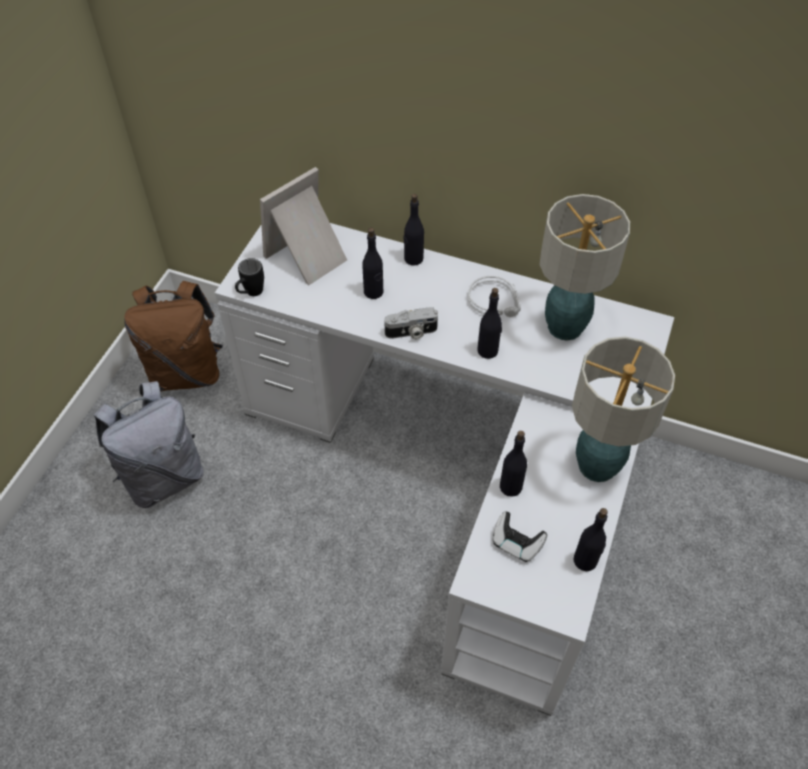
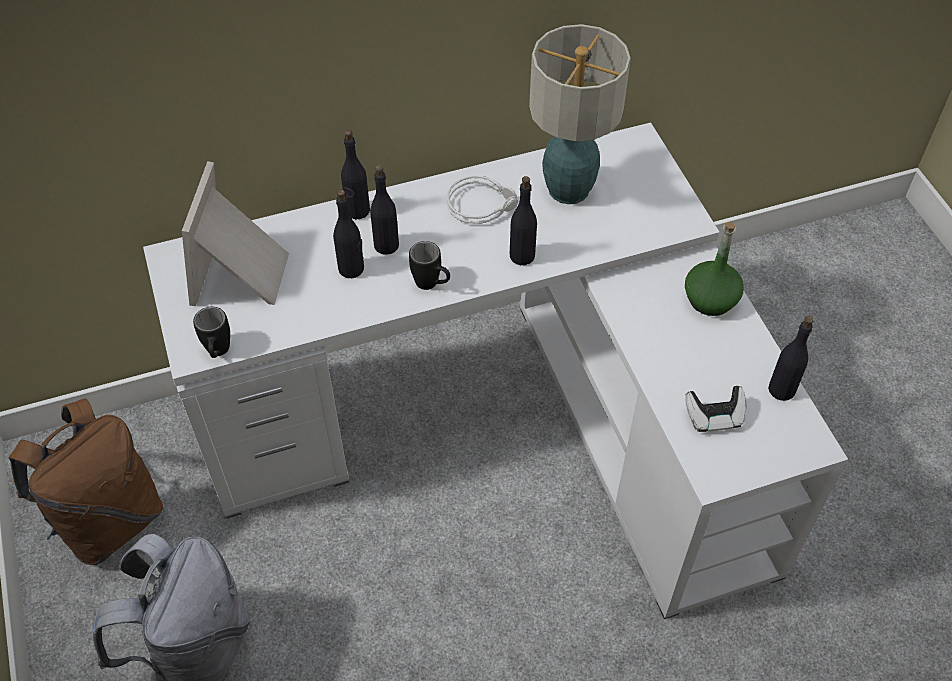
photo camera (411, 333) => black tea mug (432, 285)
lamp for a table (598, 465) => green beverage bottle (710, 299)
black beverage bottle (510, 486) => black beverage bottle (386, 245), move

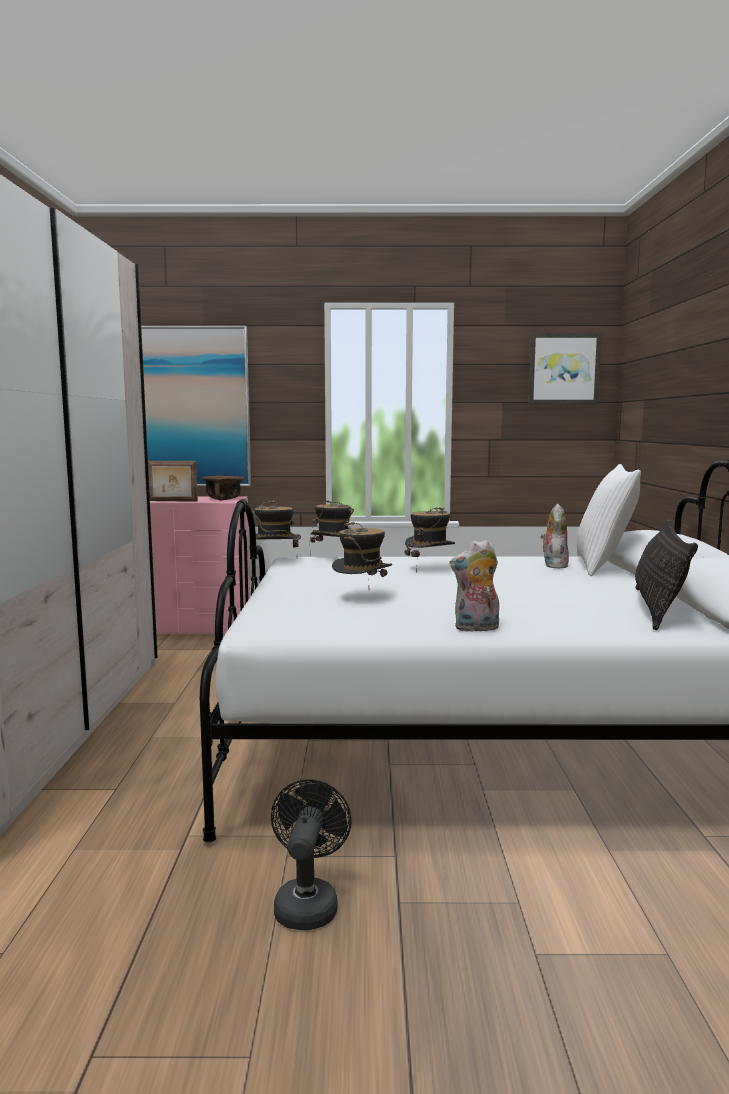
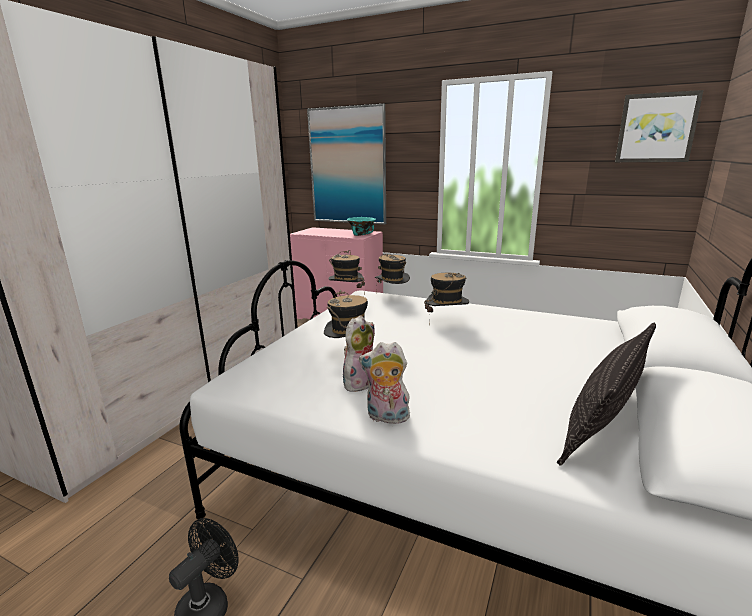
standing frame (172, 501) => nothing
whitish pillow (603, 566) => nothing
brown-coloured bowl (224, 499) => turquoise bowl (361, 234)
cuddly toy (553, 565) => cuddly toy (358, 382), move

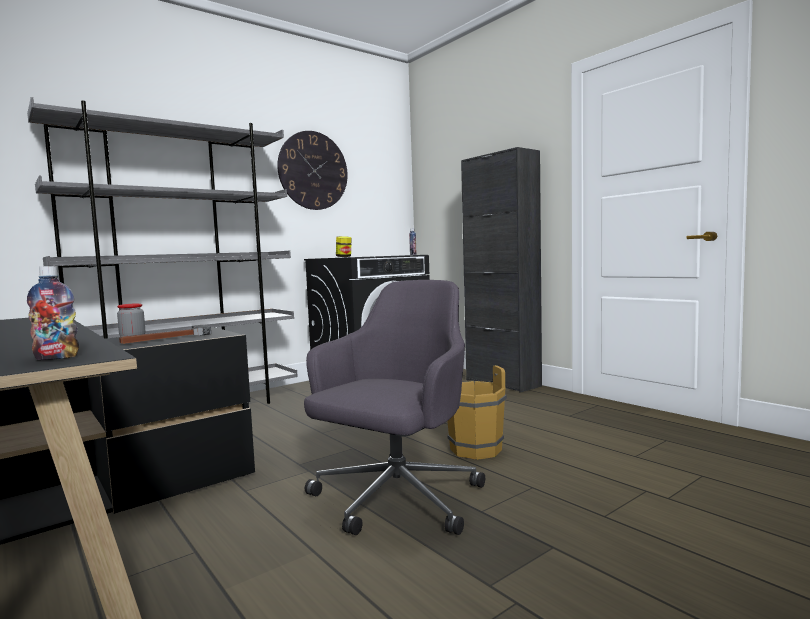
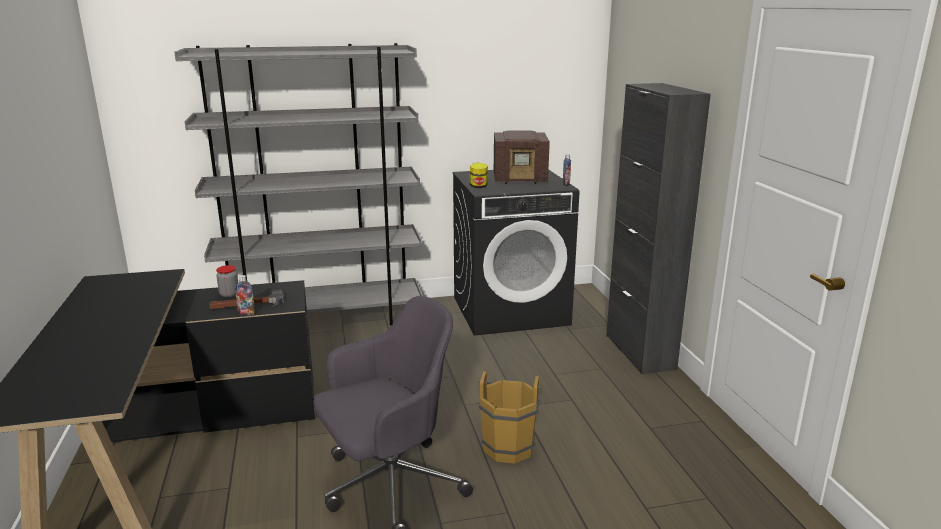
clock on the wall (313, 170) => nothing
beverage bottle (57, 358) => beverage bottle (246, 313), move
nothing => radio (521, 179)

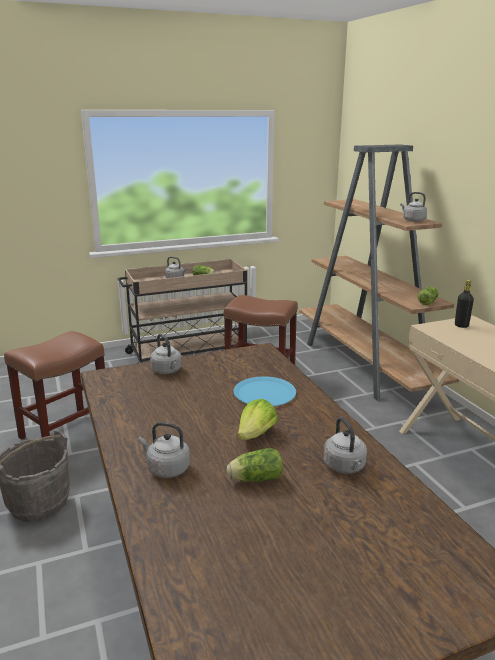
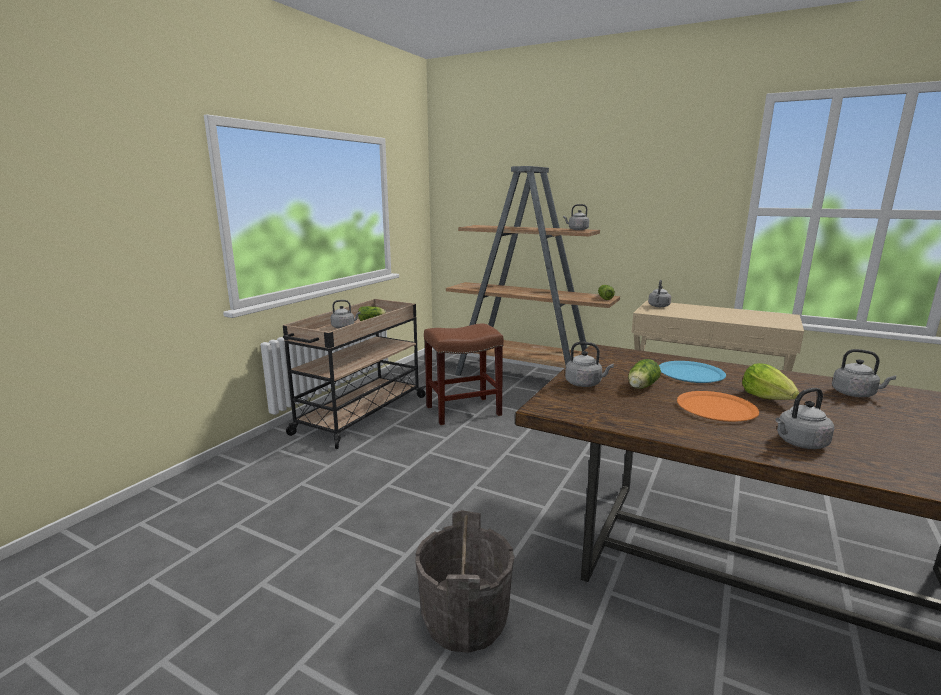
black beverage bottle (461, 325) => greyish kettle (658, 306)
brown-coloured stool (65, 433) => nothing
head of lettuce (254, 479) => head of lettuce (641, 387), move
nothing => orange plate (716, 408)

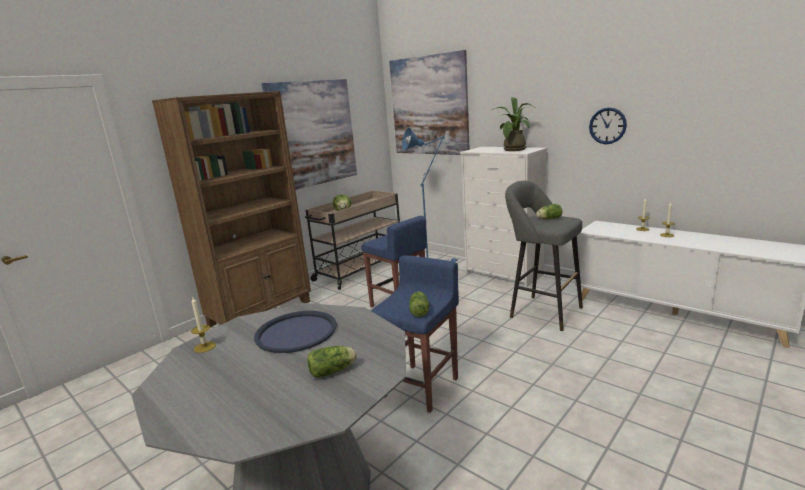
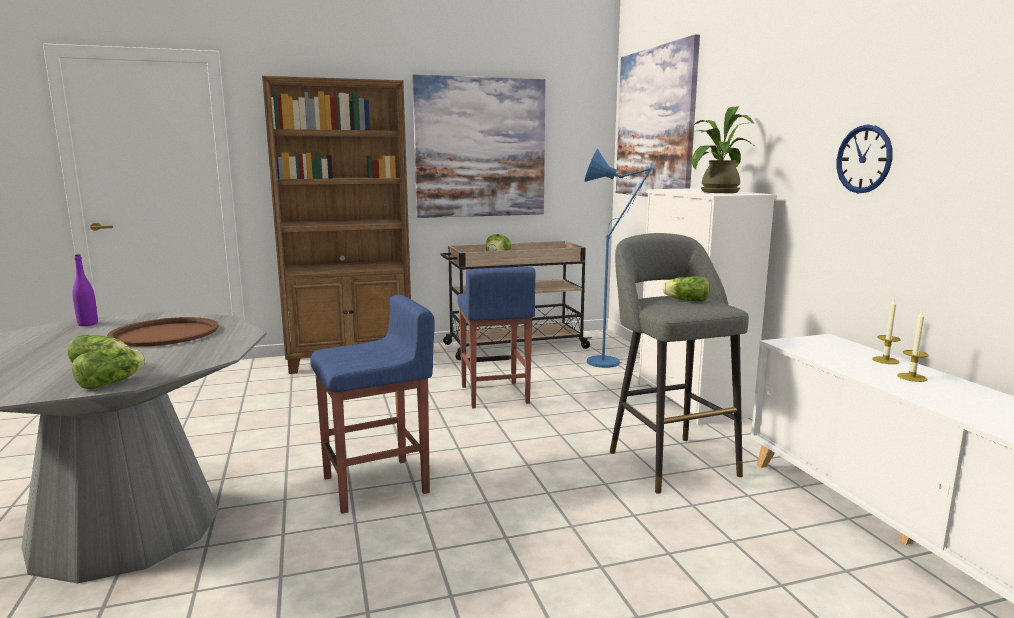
head of lettuce (419, 311) => head of lettuce (113, 382), move
wax candle (204, 347) => purple beverage bottle (88, 324)
bluish serving tray (296, 332) => brown-coloured serving tray (165, 333)

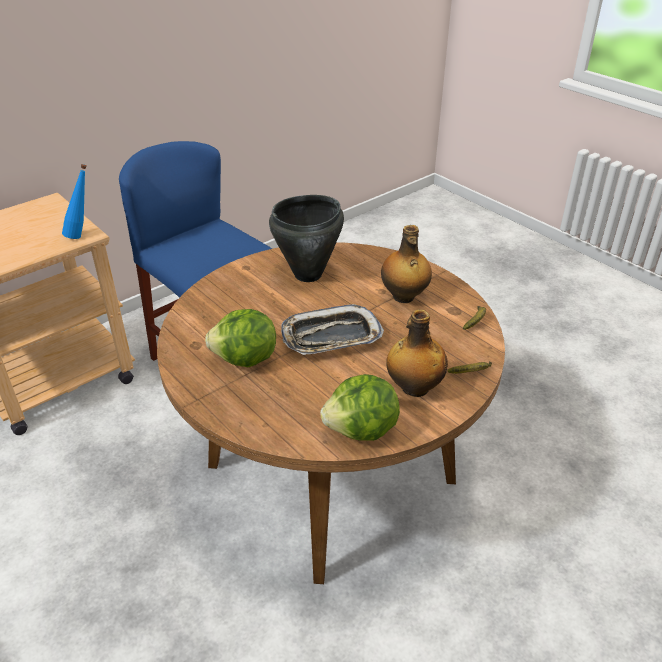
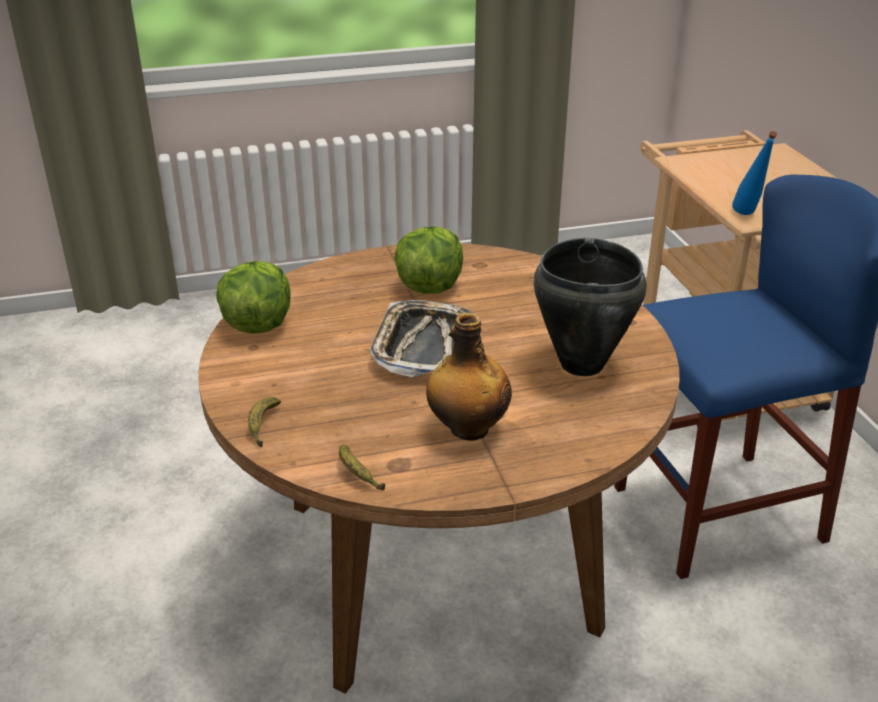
beverage bottle (414, 388) => nothing

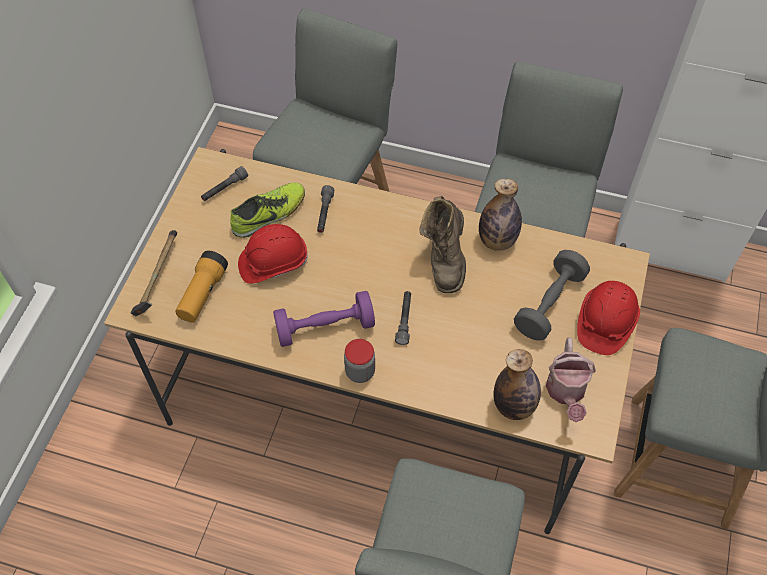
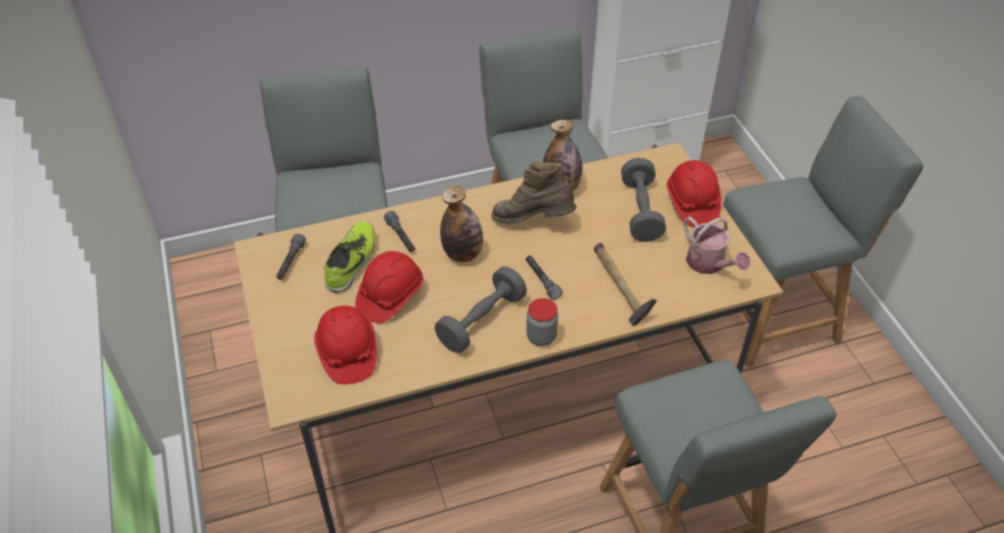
brown-coloured high-top boot (445, 259) => brown-coloured high-top boot (533, 221), 135 degrees clockwise
hand hammer (157, 280) => hand hammer (619, 291), move
flashlight (203, 294) => reddish safety helmet (347, 353)
purple free weight (325, 328) => greyish free weight (481, 321)
beverage bottle (514, 406) => beverage bottle (463, 254), move

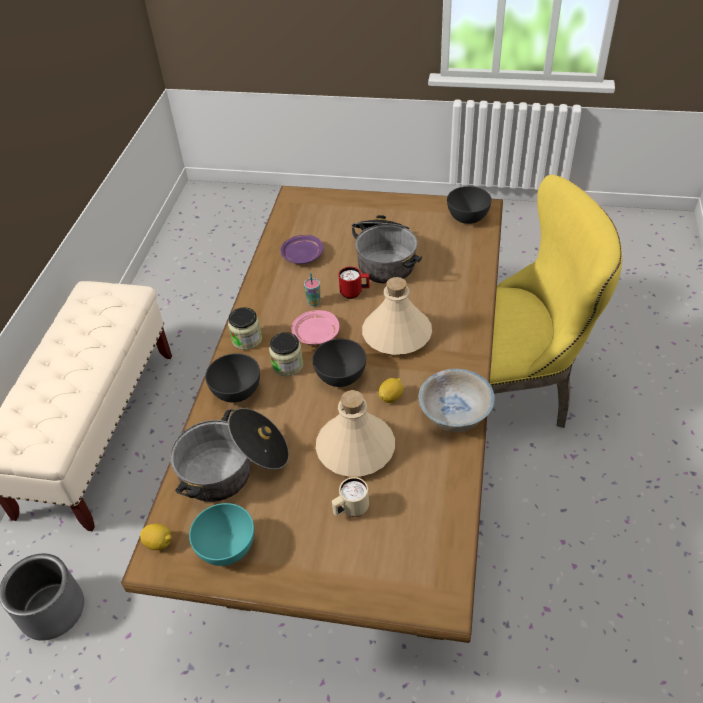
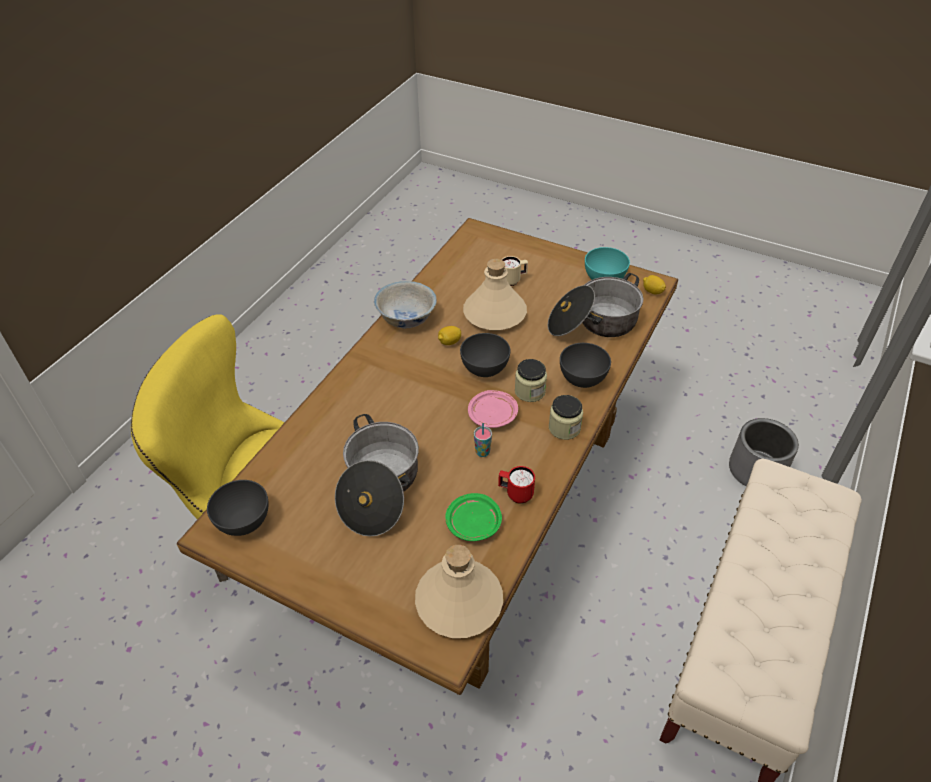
purple plate (302, 255) => green plate (473, 524)
reddish tea mug (354, 293) => reddish tea mug (515, 494), move
beige-coloured beverage bottle (396, 334) => beige-coloured beverage bottle (459, 602), move

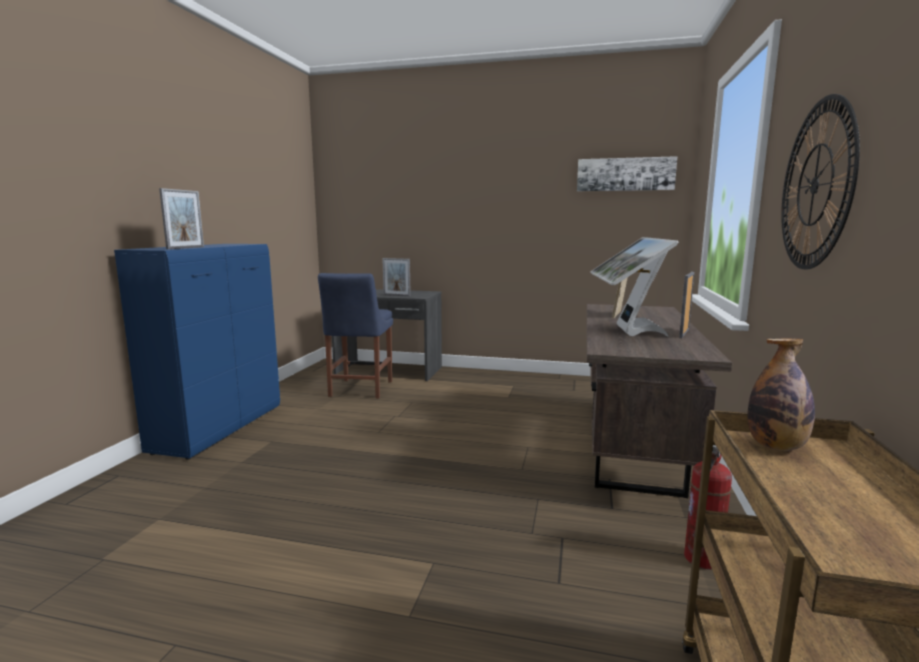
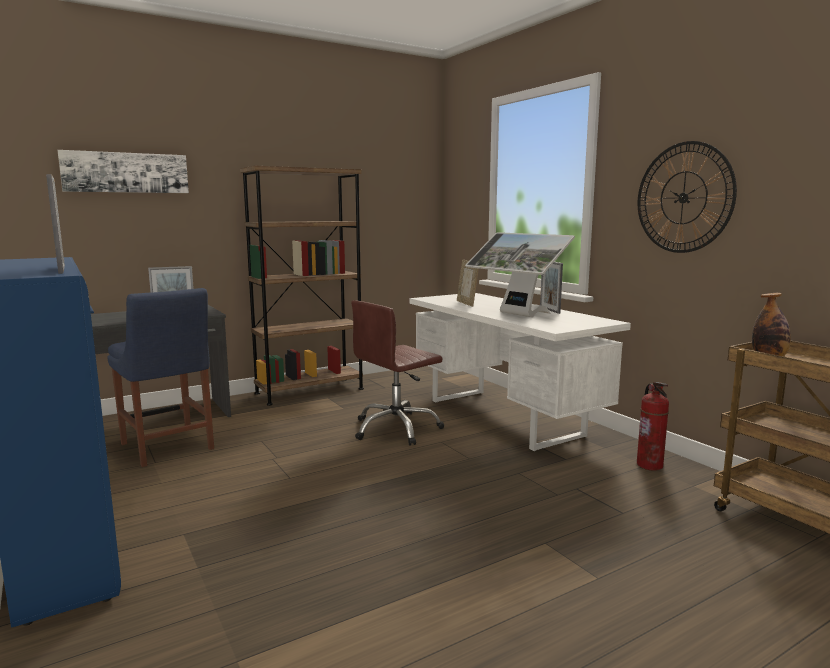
wall picture (625, 174) => wall picture (126, 172), move
brown-coloured desk table (632, 448) => whitish desk table (504, 417)
nothing => brown-coloured shelving unit (309, 391)
nothing => brown-coloured desk chair (396, 429)

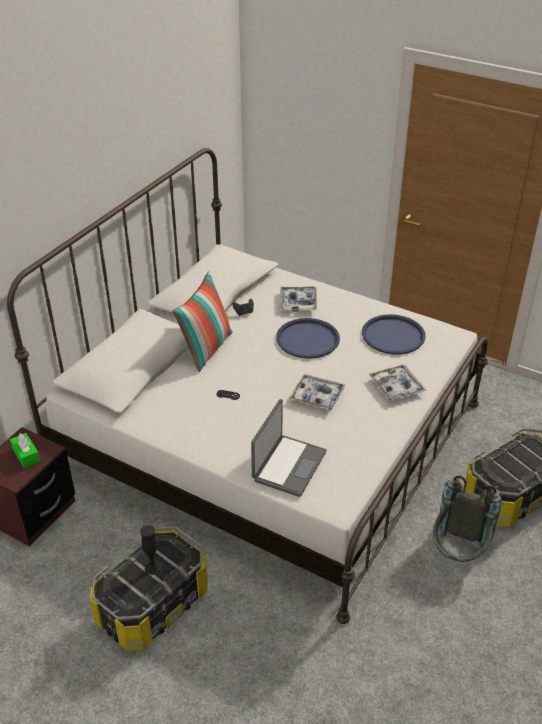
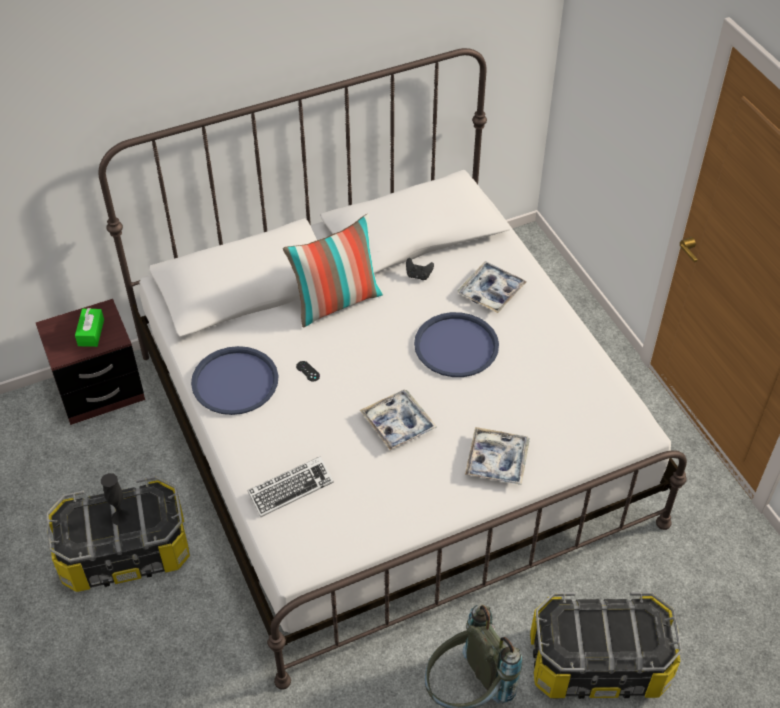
bluish serving tray (393, 335) => bluish serving tray (235, 381), move
notebook computer (288, 465) => keyboard (290, 489)

